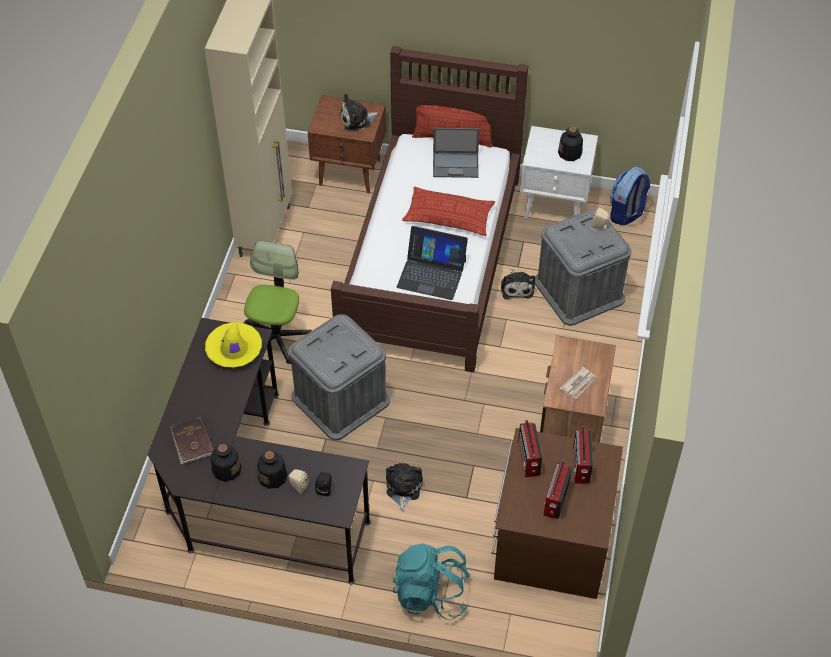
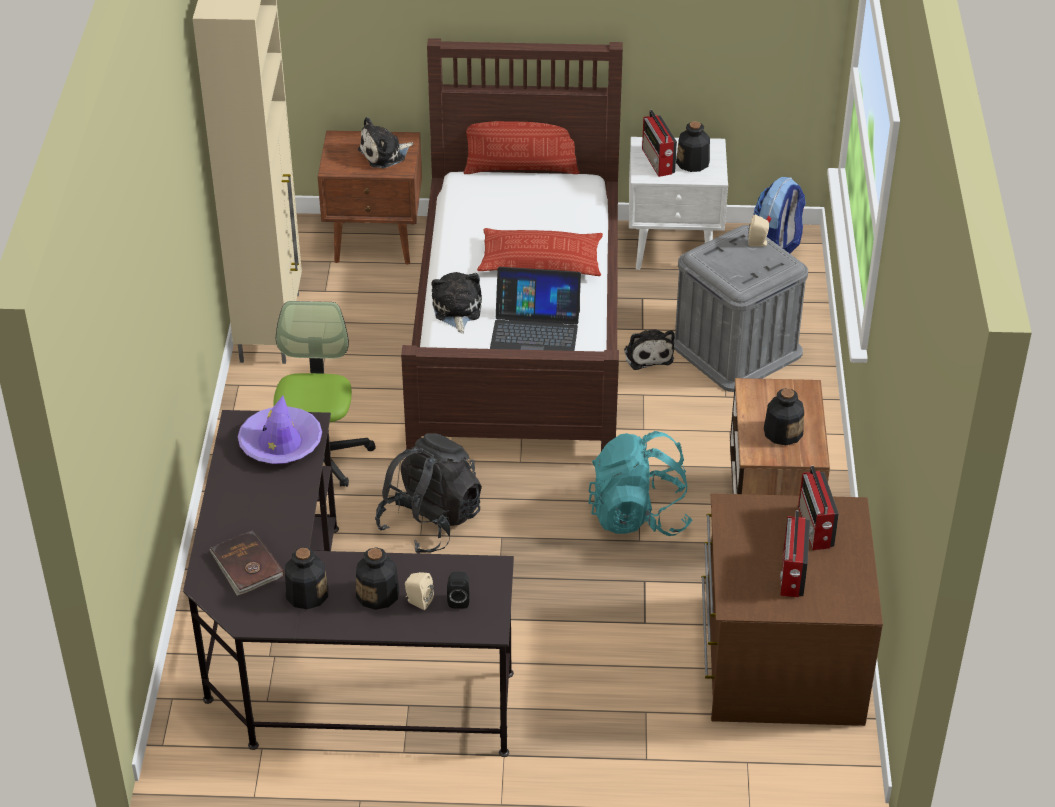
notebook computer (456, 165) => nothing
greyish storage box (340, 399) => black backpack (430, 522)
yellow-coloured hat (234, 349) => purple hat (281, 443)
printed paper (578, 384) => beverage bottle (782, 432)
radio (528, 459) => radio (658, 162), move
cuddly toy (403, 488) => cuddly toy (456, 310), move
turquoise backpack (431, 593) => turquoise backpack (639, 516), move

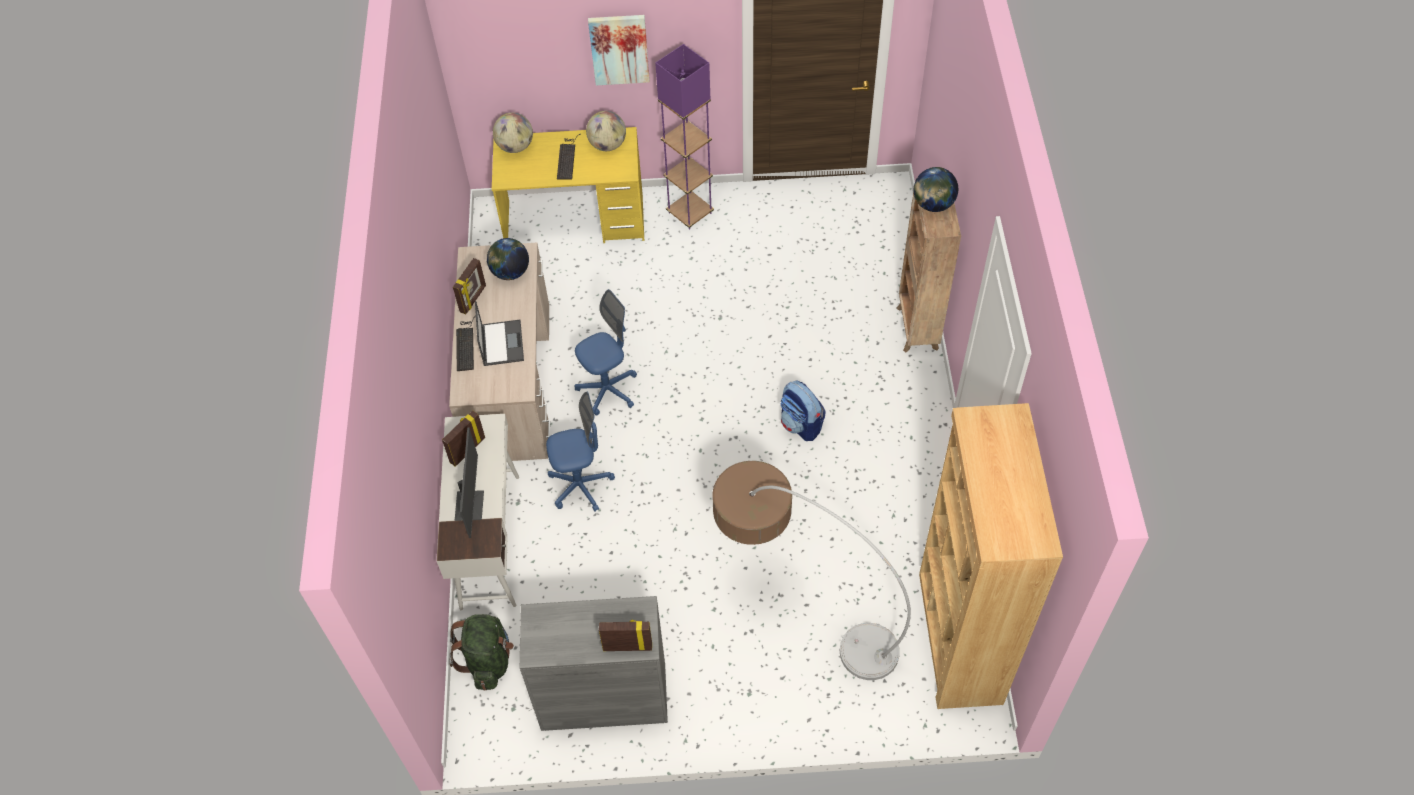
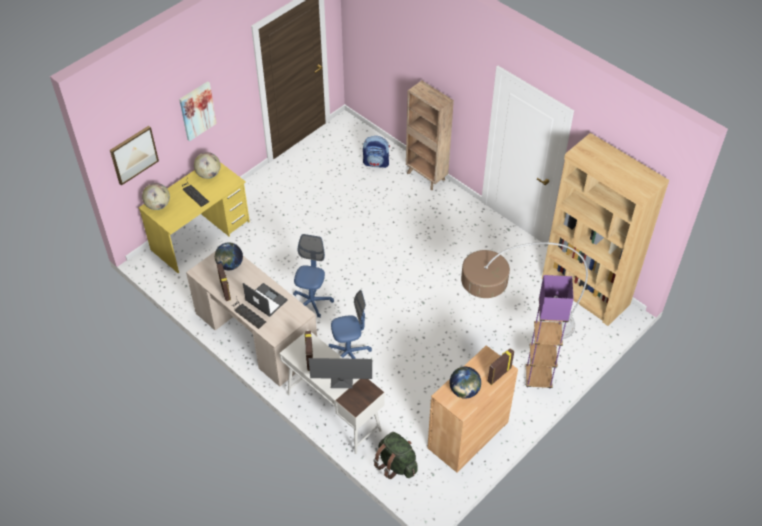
purple floor lamp (690, 213) => purple floor lamp (538, 378), move
globe (933, 204) => globe (464, 391), move
backpack (801, 425) => backpack (376, 163), move
bluish desk chair (580, 486) => bluish desk chair (349, 354), 45 degrees clockwise
computer display (470, 505) => computer display (342, 381), 135 degrees clockwise
greyish cabinet (603, 697) => brown-coloured cabinet (468, 435)
nothing => wall picture (133, 154)

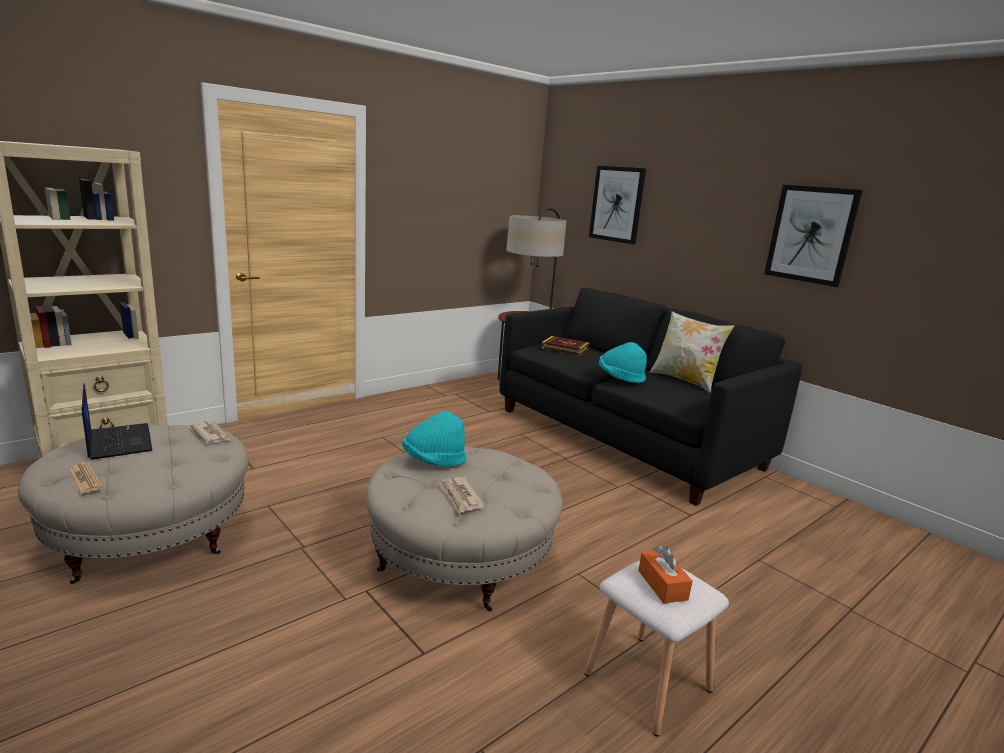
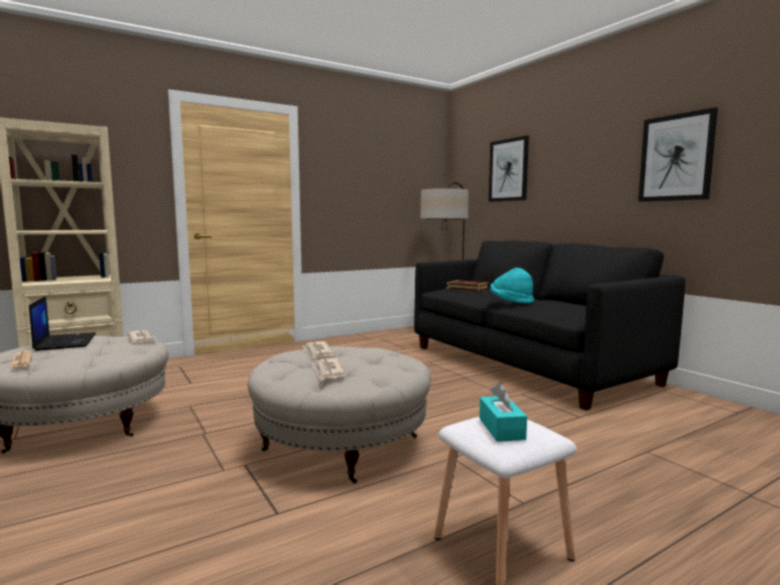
pillow (684, 380) => nothing
turquoise hat (434, 461) => printed paper (317, 352)
orange box of tissues (662, 585) => turquoise box of tissues (501, 429)

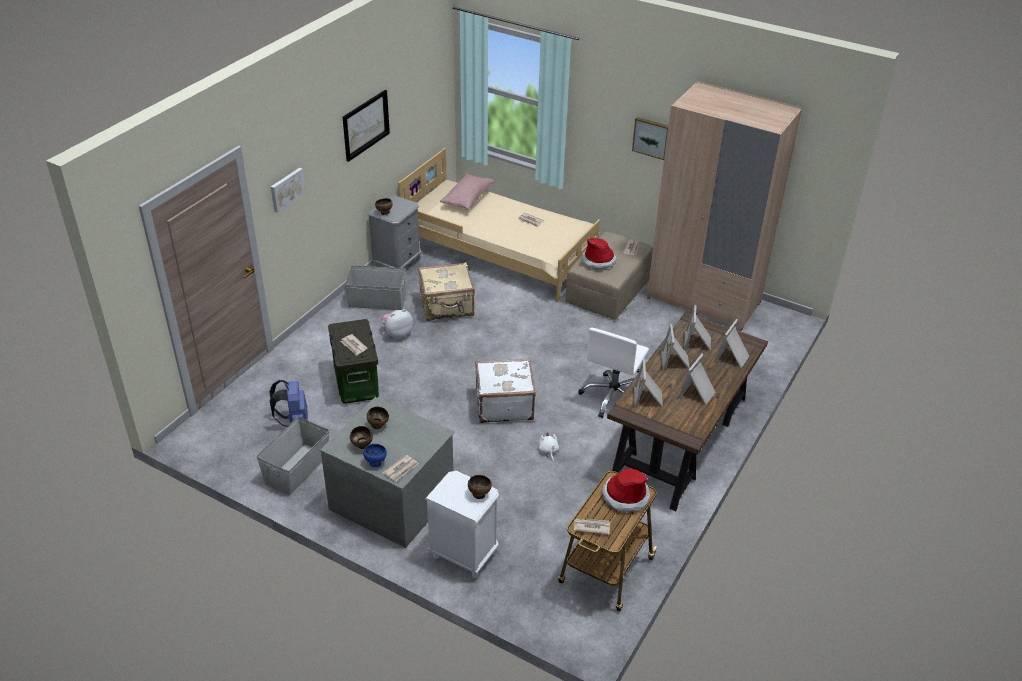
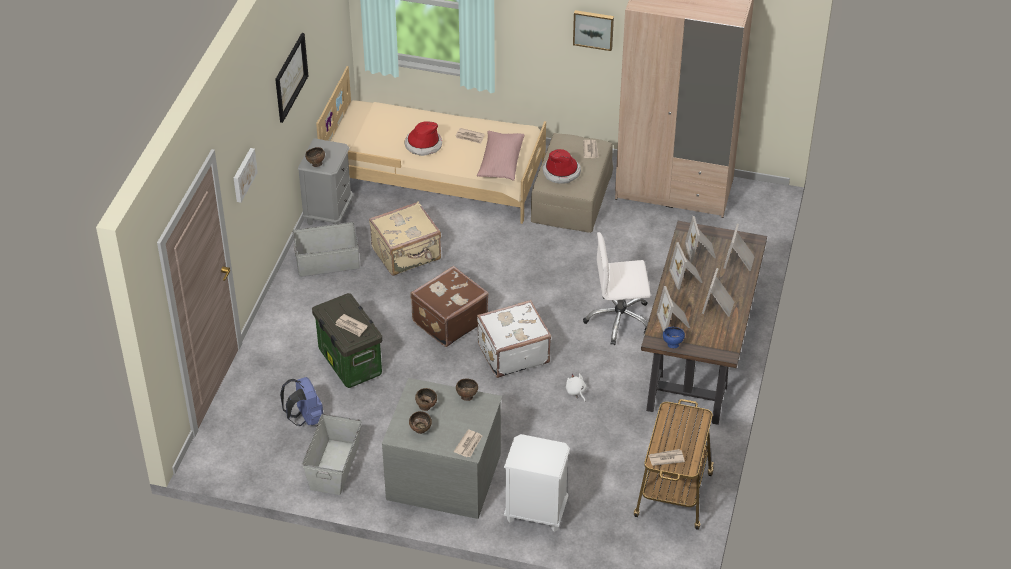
pink pillow (467, 198) => pink pillow (501, 163), move
cuddly toy (397, 333) => nothing
whitish desk chair (613, 397) => whitish desk chair (619, 320), 75 degrees clockwise
bluish bowl (375, 463) => bluish bowl (672, 344), move
hat (625, 496) => hat (423, 145), move
brown-coloured bowl (479, 494) => brown-coloured bowl (466, 397), move
nothing => brown-coloured suitcase (448, 321)

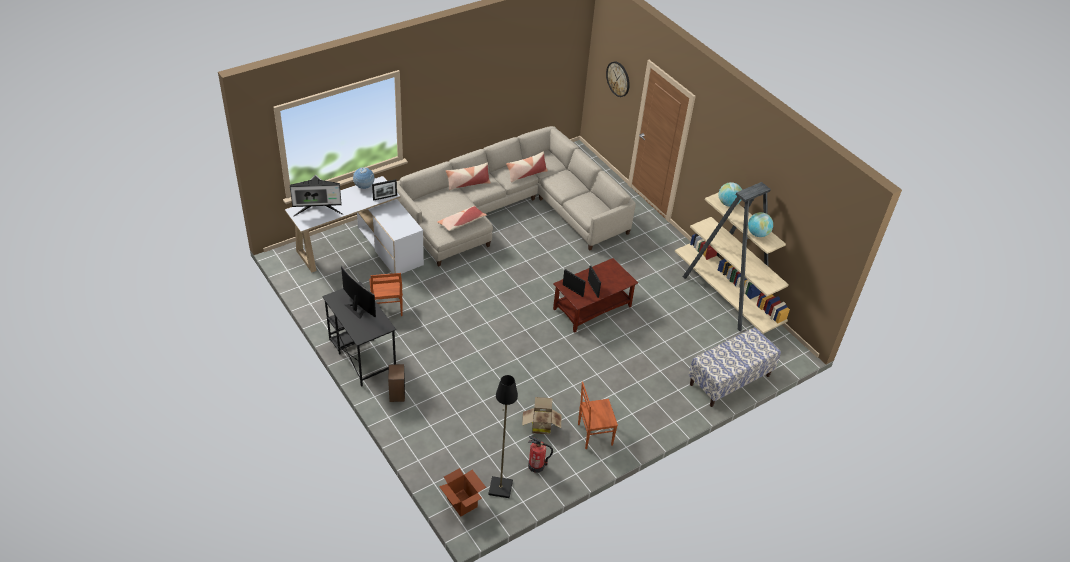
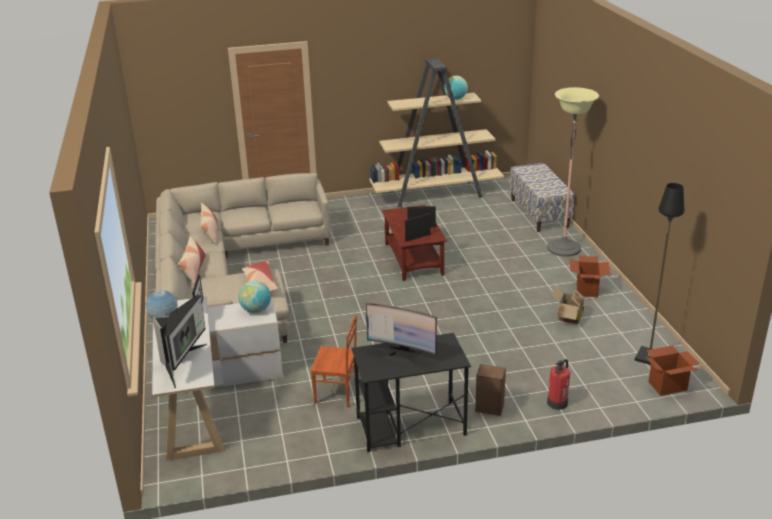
clock on the wall (618, 79) => nothing
globe (728, 203) => globe (256, 310), move
computer display (358, 308) => computer display (402, 355), 135 degrees counterclockwise
brown-coloured plain chair (594, 434) => carton (587, 290)
fire-fighting cylinder (536, 466) => fire-fighting cylinder (557, 402), move
nothing => floor lamp (563, 248)

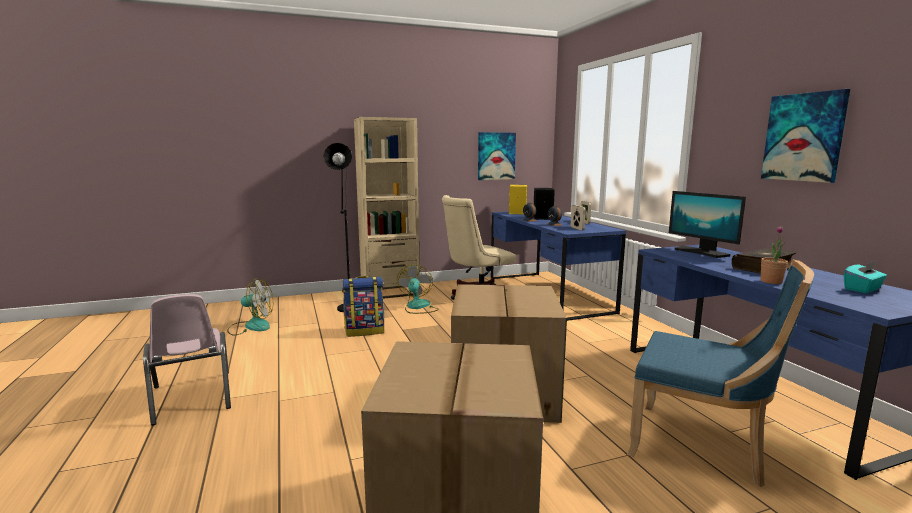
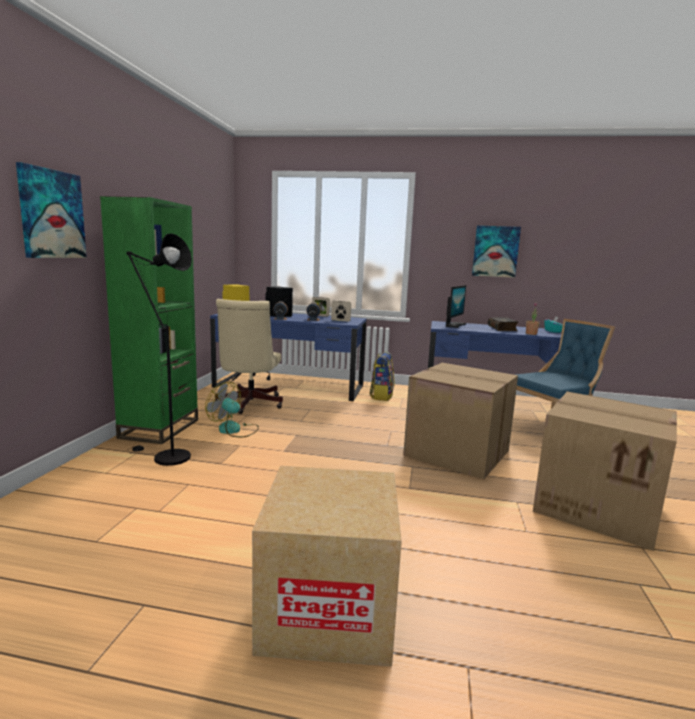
beige-coloured shelving unit (390, 292) => green shelving unit (160, 428)
wall picture (496, 156) => wall picture (51, 214), move
computer display (701, 252) => computer display (454, 325), 60 degrees counterclockwise
backpack (365, 331) => backpack (381, 396), move
cooling fan (251, 326) => nothing
pink plain chair (191, 398) => carton (328, 609)

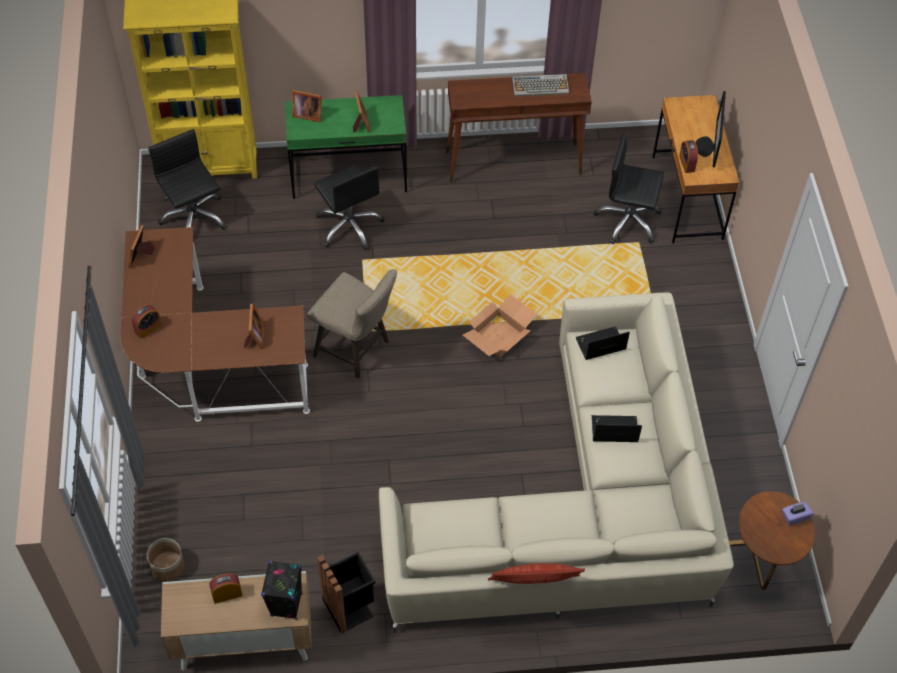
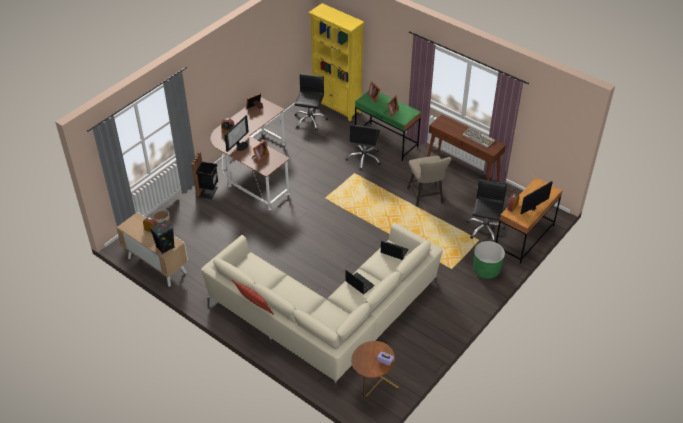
black desk chair (628, 221) => black desk chair (484, 229), 45 degrees clockwise
beige-coloured stool (356, 350) => beige-coloured stool (426, 197), move
carton (498, 335) => nothing
black waste bin (349, 607) => black waste bin (208, 191), move
nothing => computer display (241, 145)
nothing => green plant pot (486, 270)

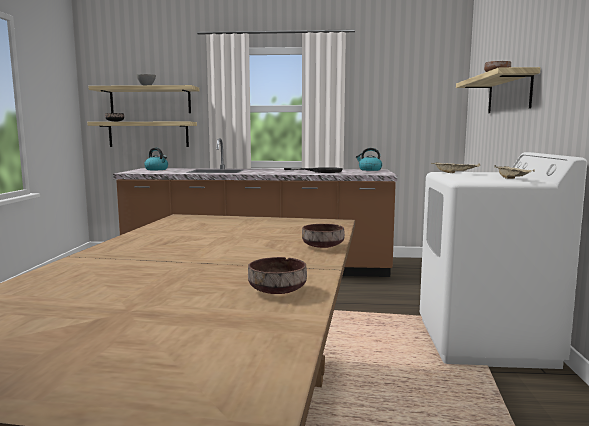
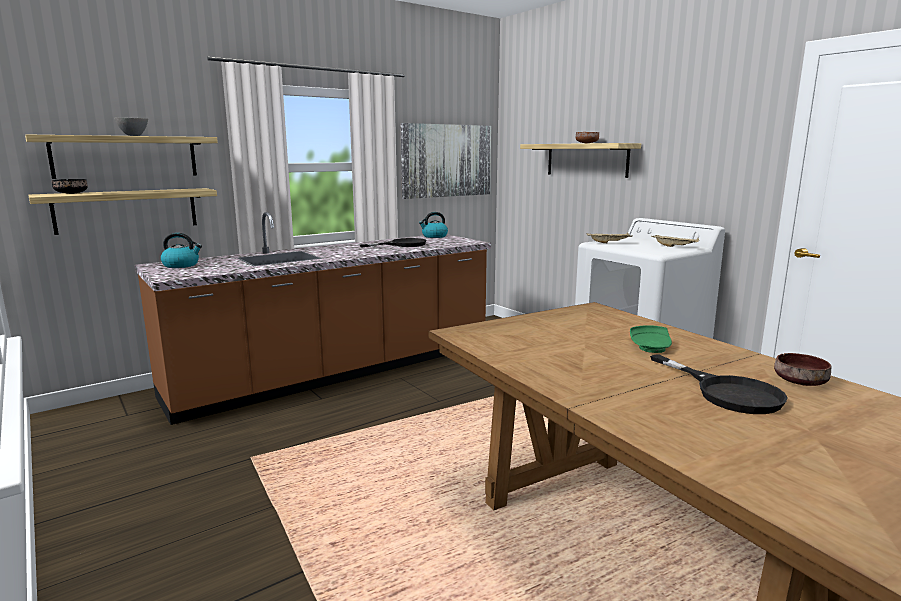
brown-coloured bowl (321, 246) => nothing
nothing => wall picture (446, 160)
nothing => green plate (651, 347)
nothing => black frying pan (727, 392)

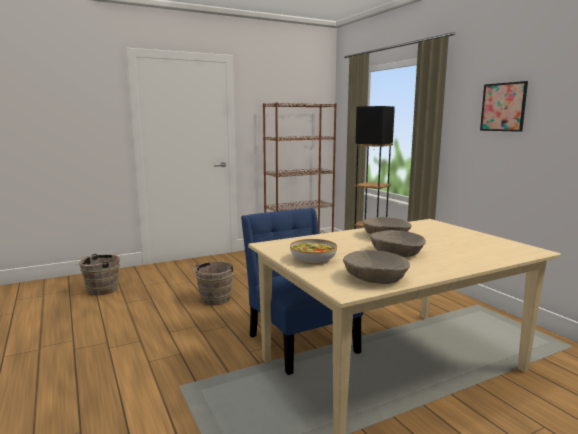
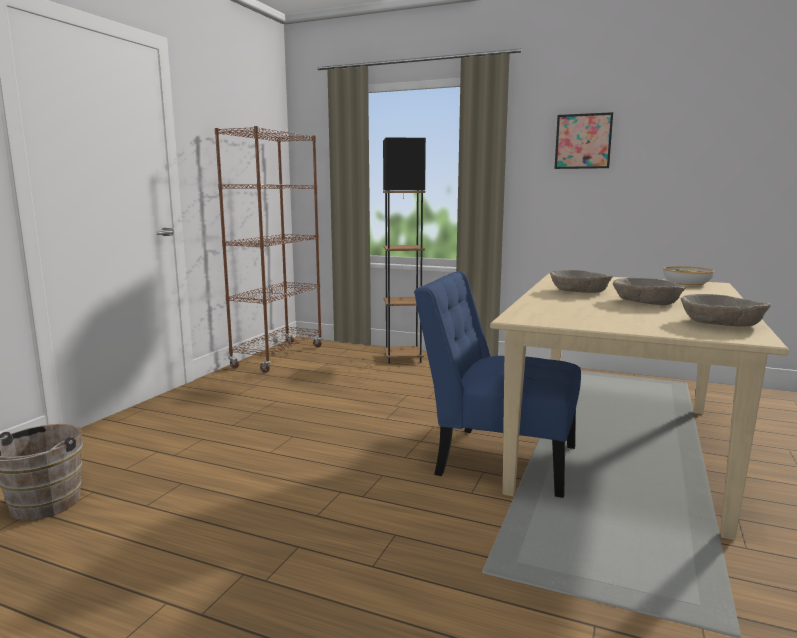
bowl (313, 259) => bowl (687, 283), move
brown-coloured water bucket (214, 300) => nothing

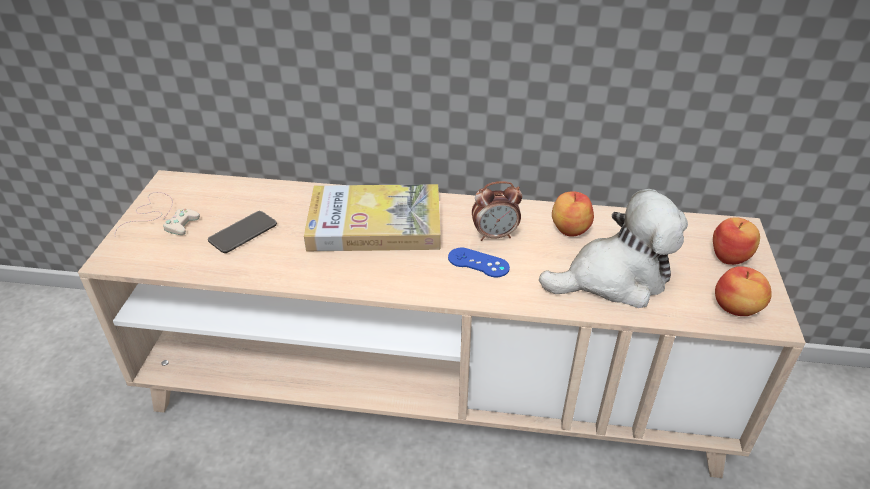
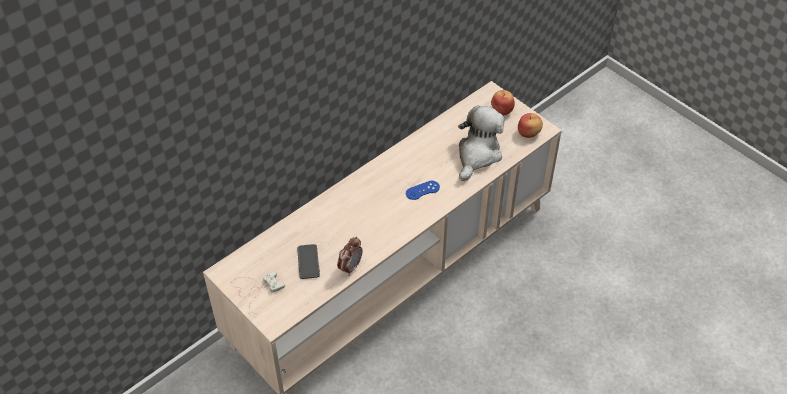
table clock (495, 235) => table clock (350, 267), move
bound book (375, 223) => nothing
whole apple (569, 229) => nothing

